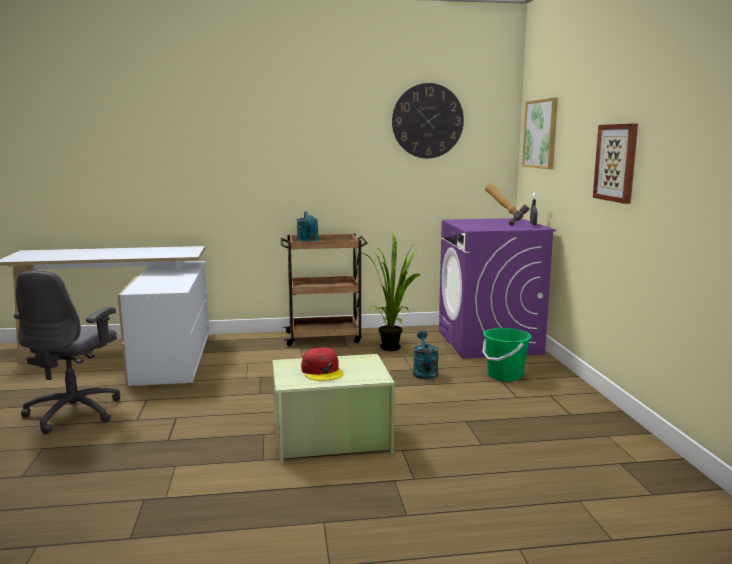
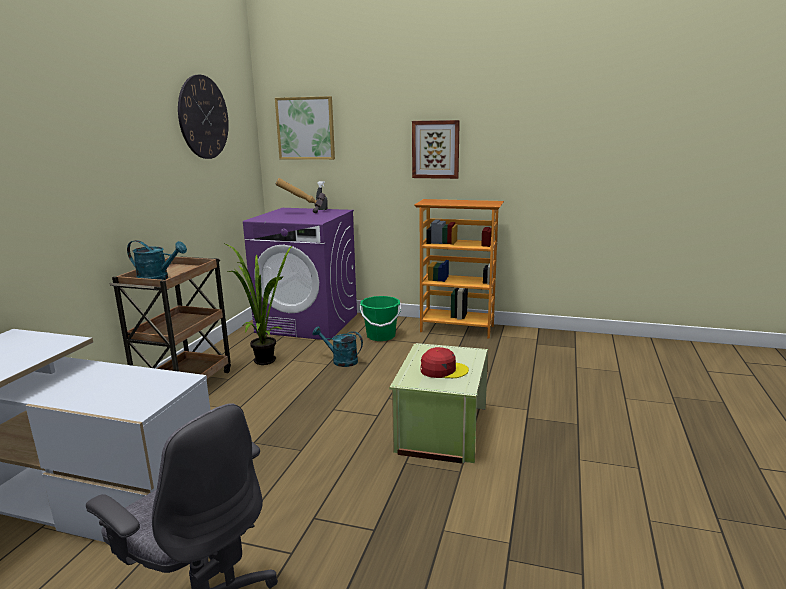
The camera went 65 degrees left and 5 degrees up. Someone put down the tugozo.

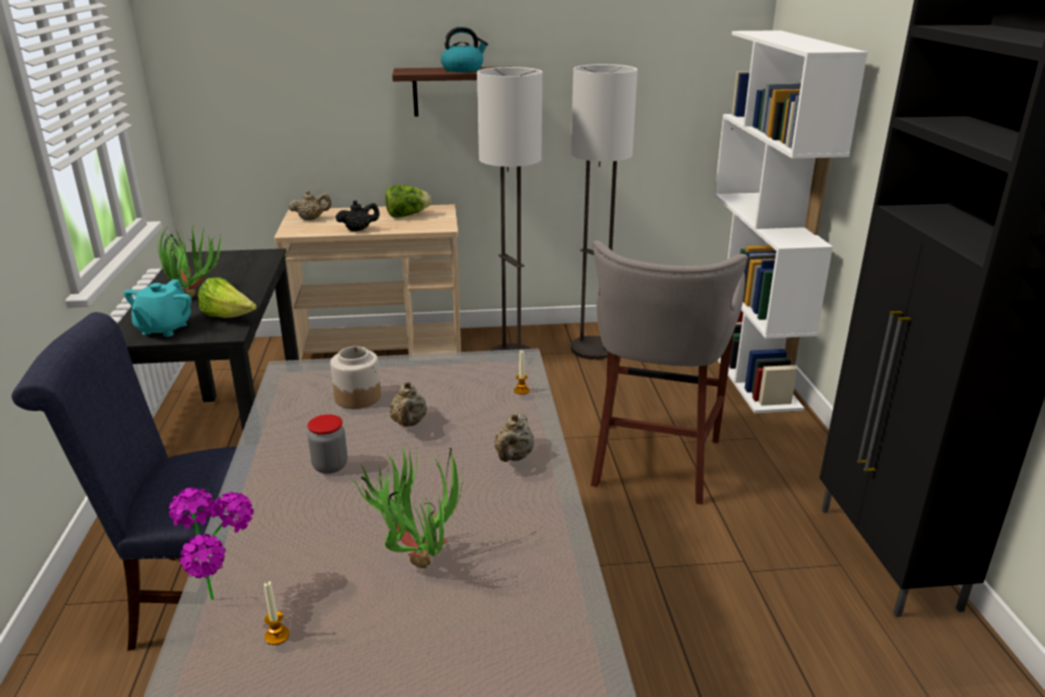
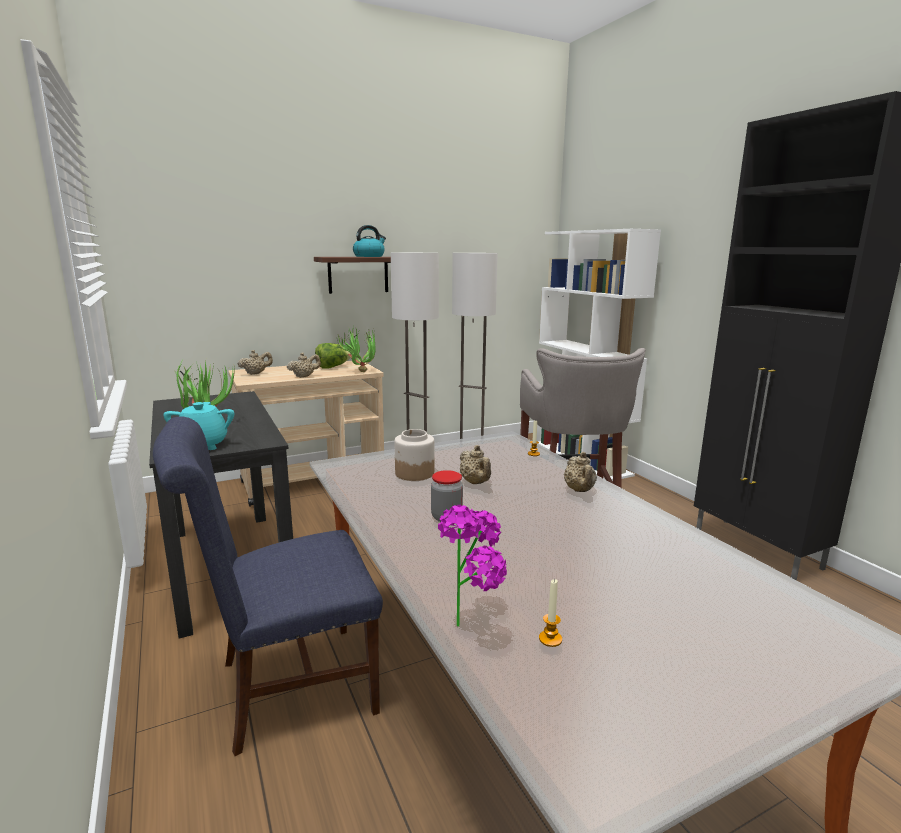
The camera went 20 degrees left and 10 degrees down. Someone took away the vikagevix (1st from left). Someone repainted the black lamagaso, which became the beige lamagaso (2nd from left). Someone carried the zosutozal (3rd from left in the first image).

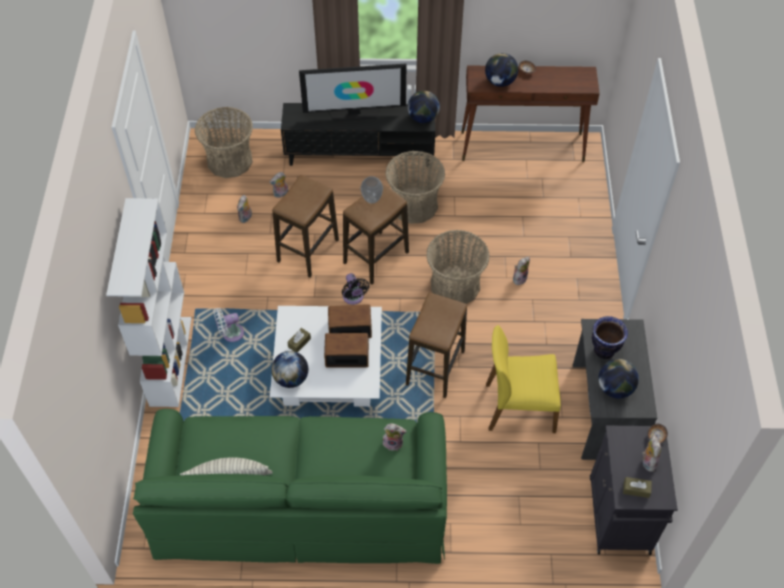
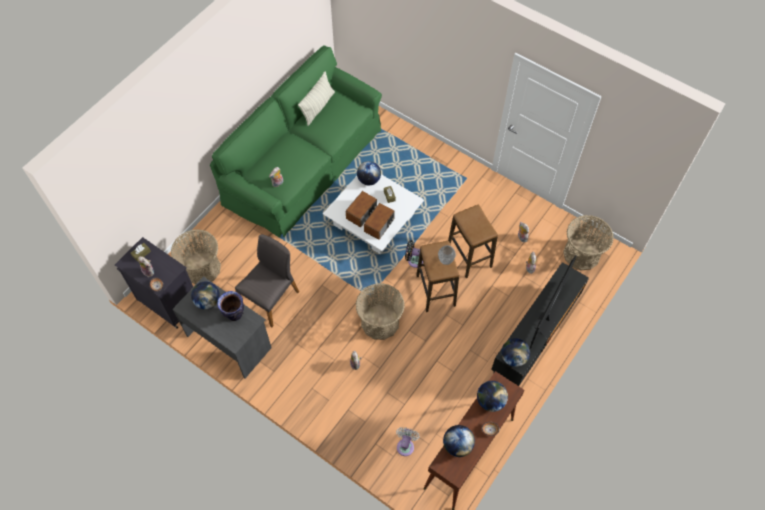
The camera went 125 degrees right and 5 degrees up. Someone took away the white tugozo. Someone carried the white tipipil. Someone carried the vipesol (2nd from left in the first image). Someone took away the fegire (3rd from left). Someone repainted the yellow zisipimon, which became the grey zisipimon. Someone put down the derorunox (3rd from left).

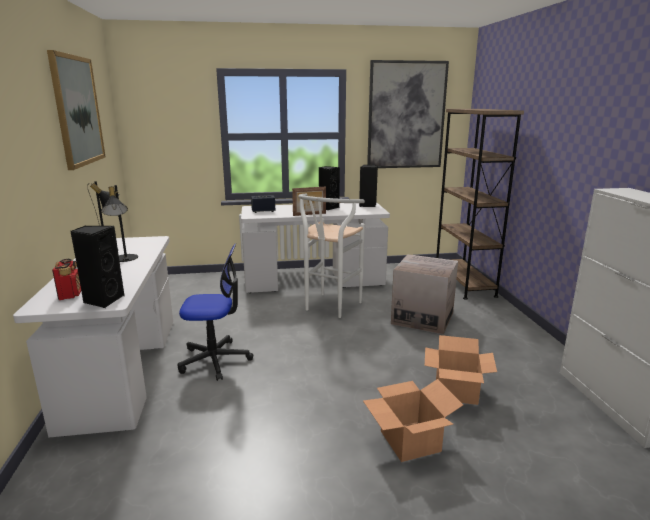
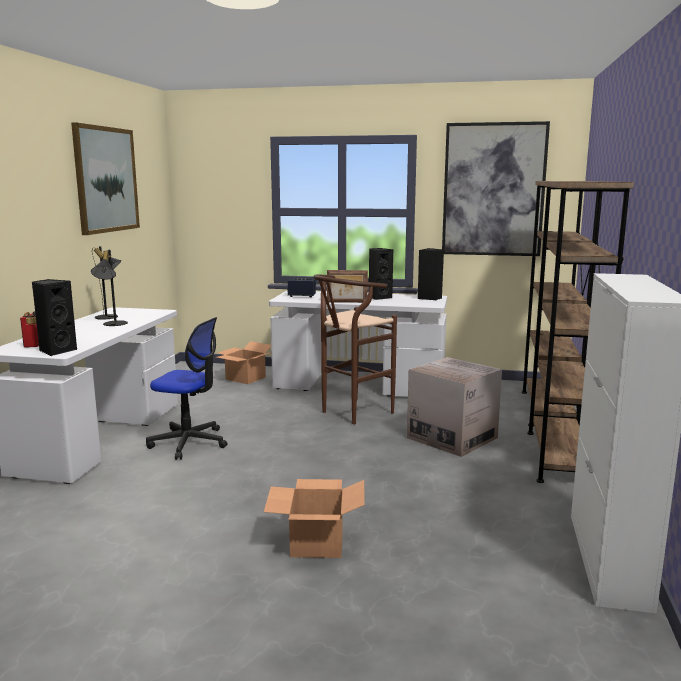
The camera went 20 degrees right and 5 degrees down. Someone repainted the white fegire, which became the brown fegire. Someone carried the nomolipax (3rd from left in the first image). Someone put down the brown tugozo (2nd from left).

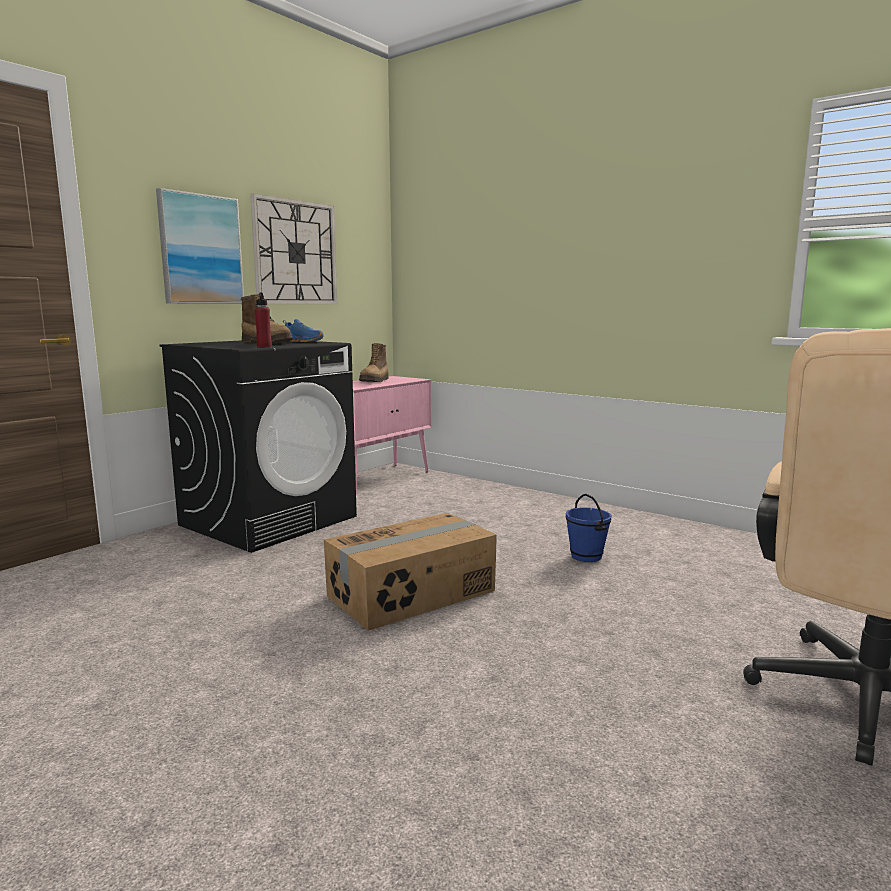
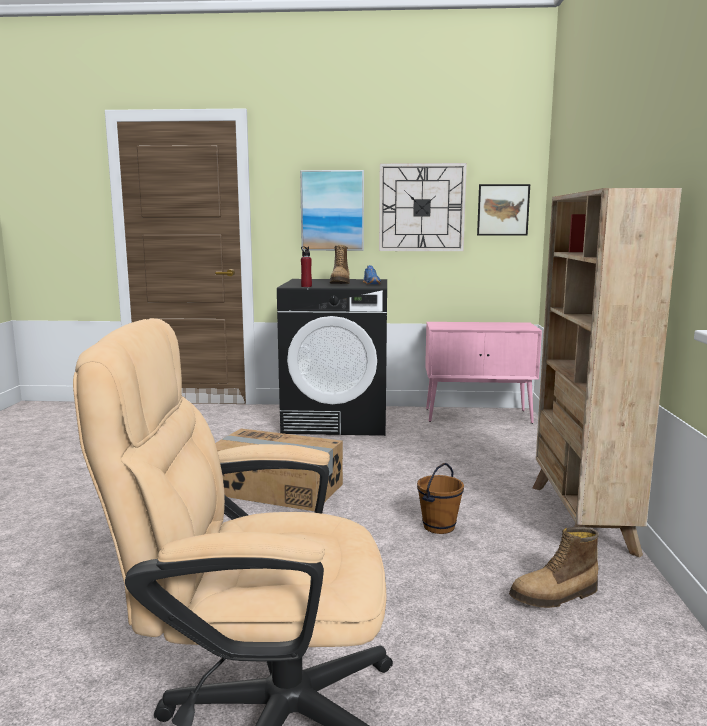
The camera went 55 degrees right and 0 degrees up. Someone carried the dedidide (2nd from left). Someone repainted the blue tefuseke, which became the brown tefuseke. Someone put up the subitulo (2nd from left). Someone put down the beige tugozo.

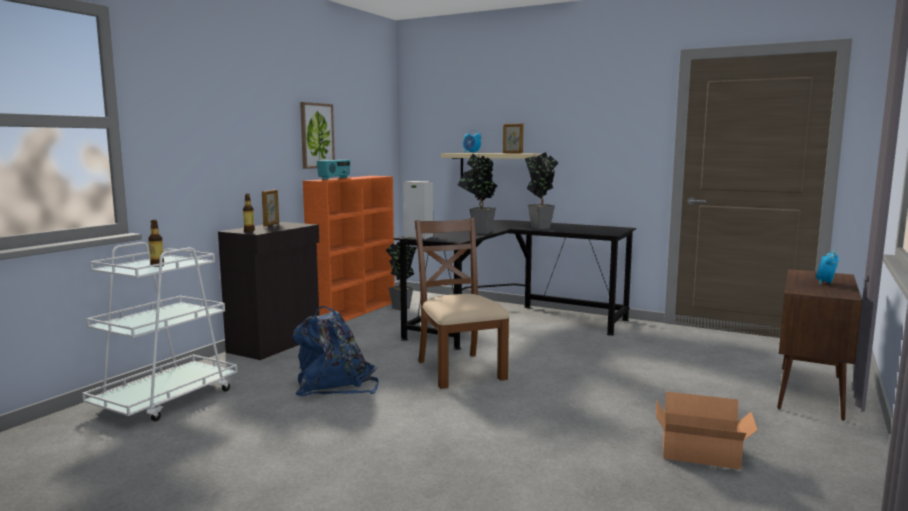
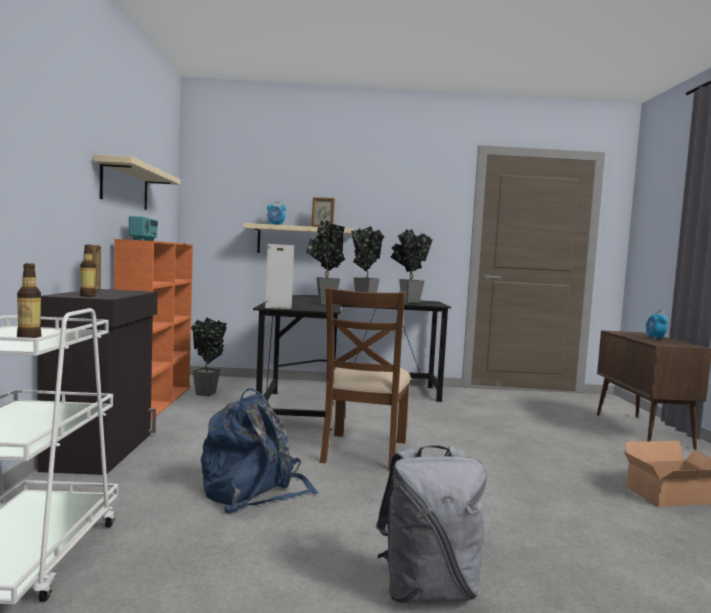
The camera went 30 degrees left and 5 degrees down. Someone swapped the subitulo for the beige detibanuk (1st from left). Someone rotated the brown zisipimon by 120 degrees counterclockwise. Someone put down the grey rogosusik. Someone put down the zosutozal (4th from left).

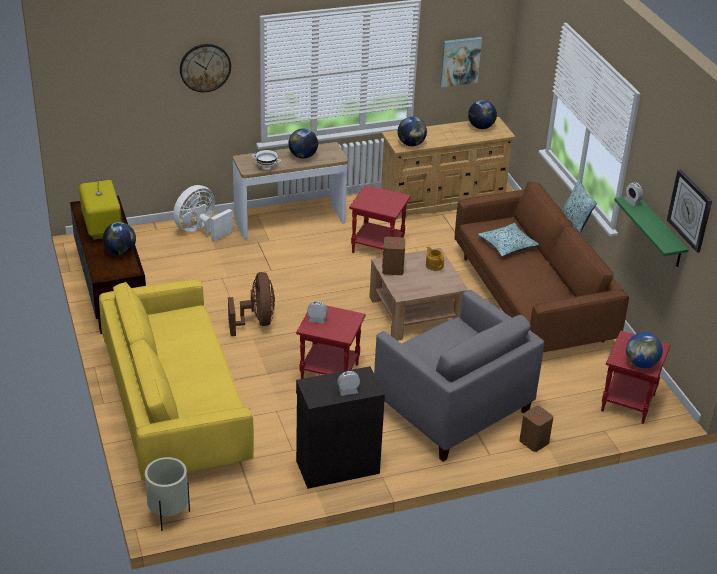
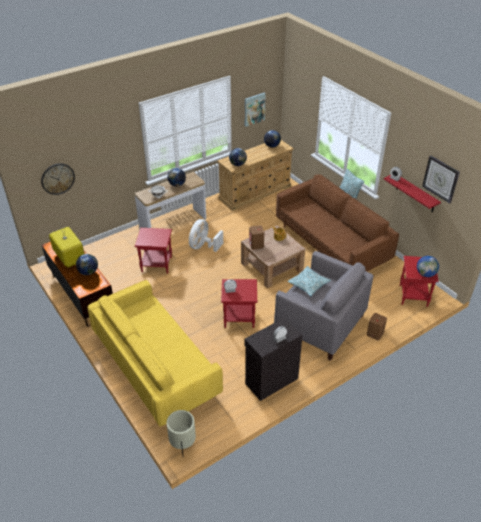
The camera went 15 degrees left and 5 degrees up. Someone carried the white tipipil. Someone carried the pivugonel (1st from left). Someone took away the brown tipipil. Someone carried the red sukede (2nd from left in the first image). Someone carried the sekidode (1st from left). Someone repainted the green detibanuk, which became the red detibanuk.

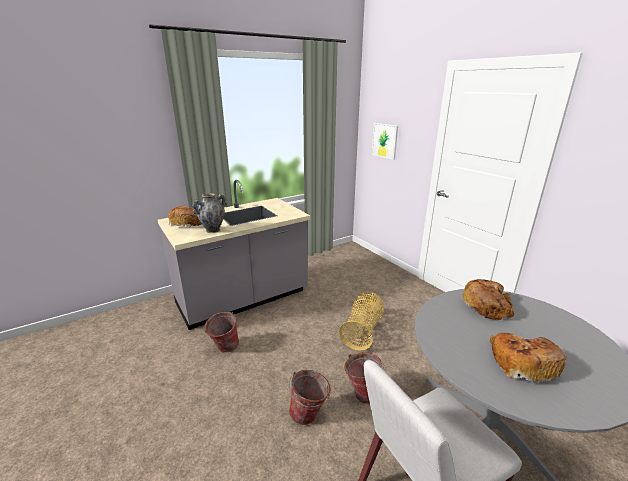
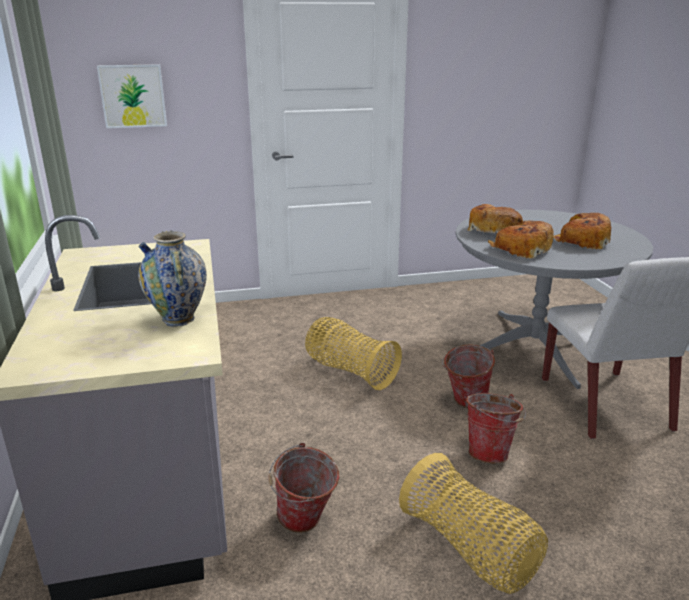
The camera went 70 degrees left and 0 degrees up. Someone carried the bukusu (1st from left in the first image). Someone put down the vipesol (2nd from left).

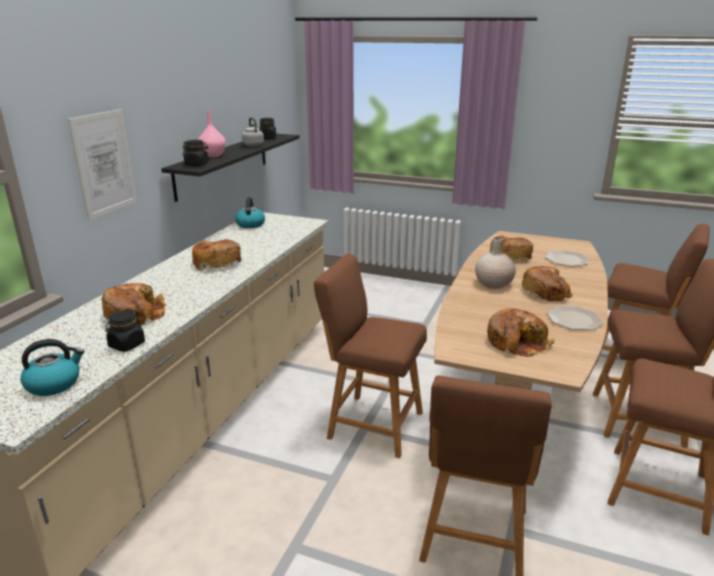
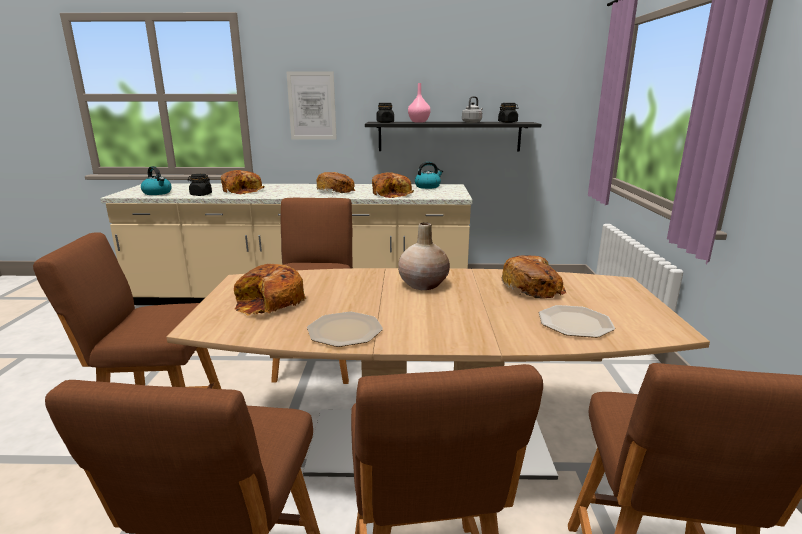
The camera went 70 degrees right and 5 degrees down. Someone carried the bukusu (5th from left in the first image).

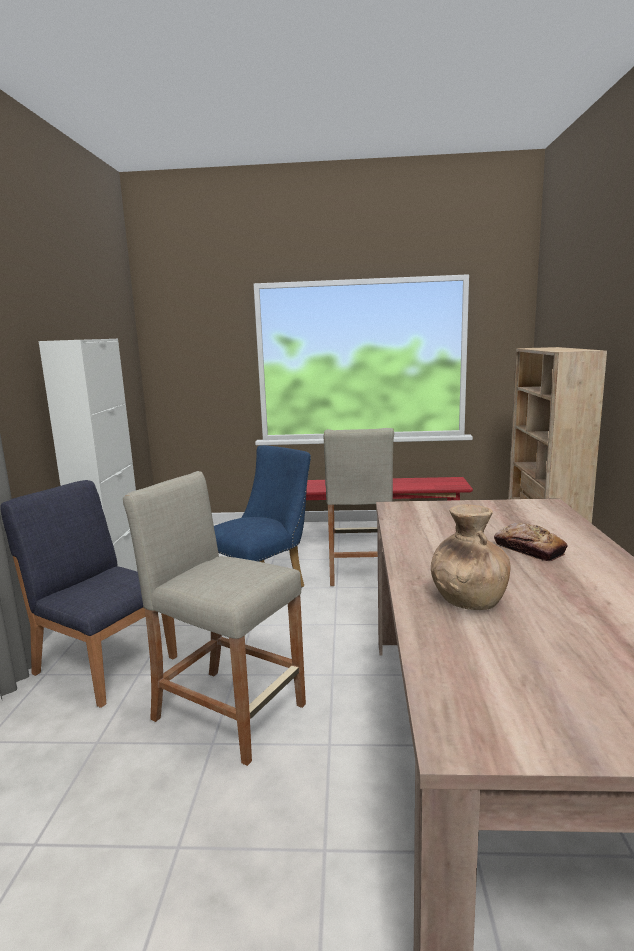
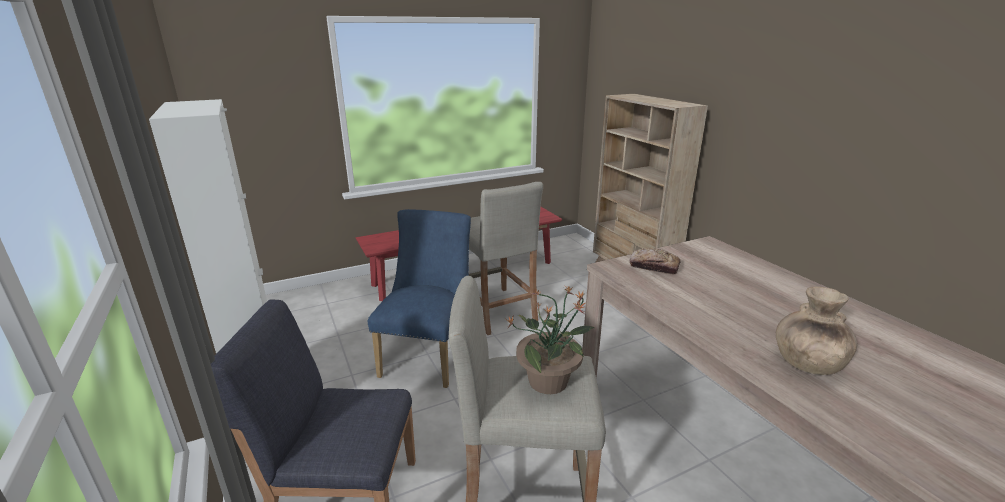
The camera went 30 degrees left and 10 degrees up. Someone carried the bukusu. Someone put down the zosutozal.

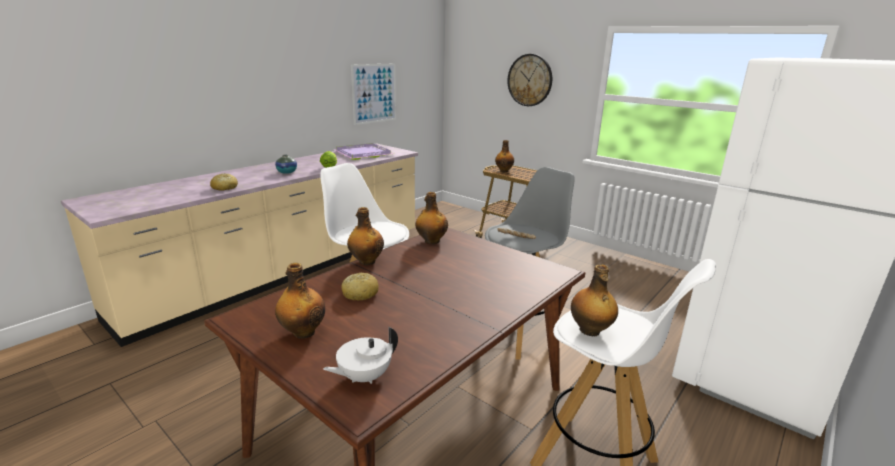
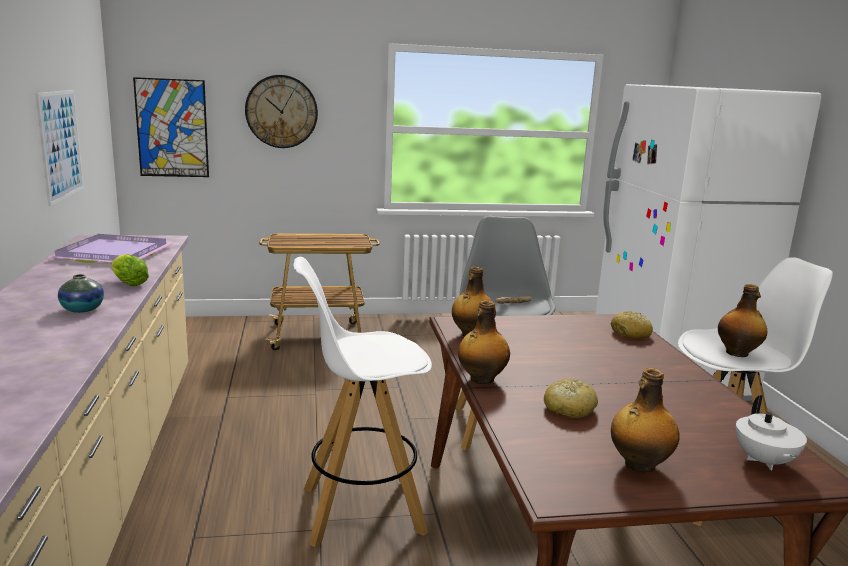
The camera went 50 degrees left and 5 degrees down. Someone carried the bukusu (1st from left in the first image). Someone took away the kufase (4th from left). Someone put up the subitulo (2nd from left).

